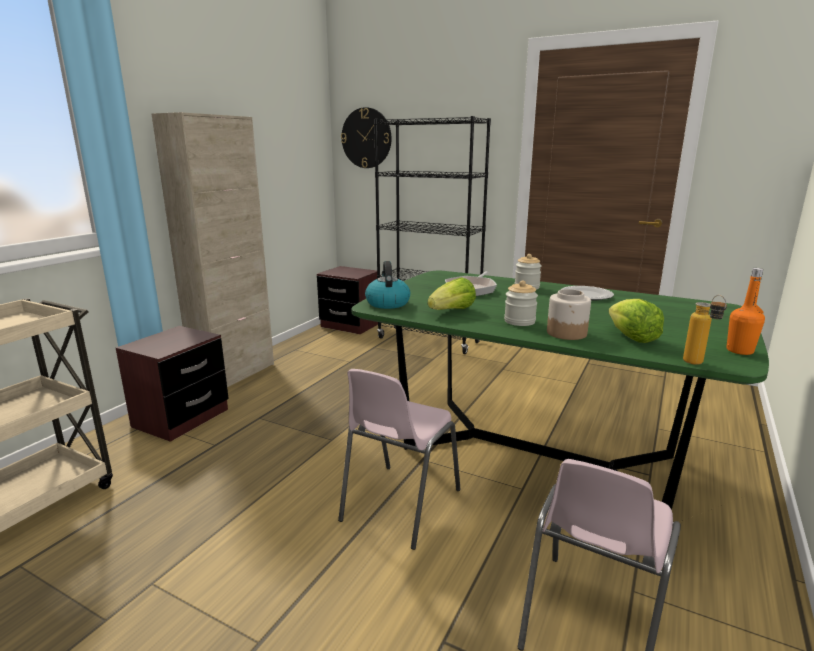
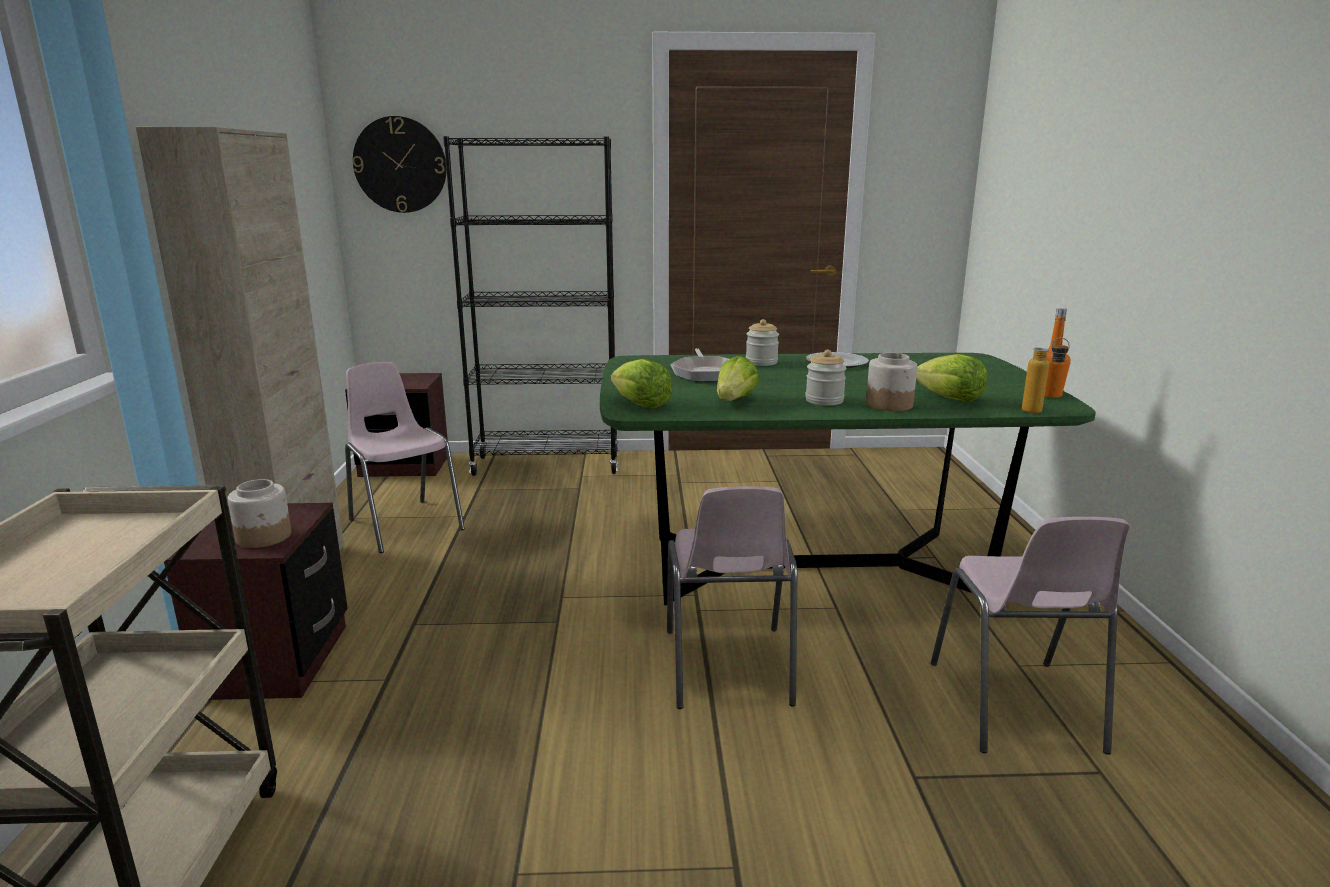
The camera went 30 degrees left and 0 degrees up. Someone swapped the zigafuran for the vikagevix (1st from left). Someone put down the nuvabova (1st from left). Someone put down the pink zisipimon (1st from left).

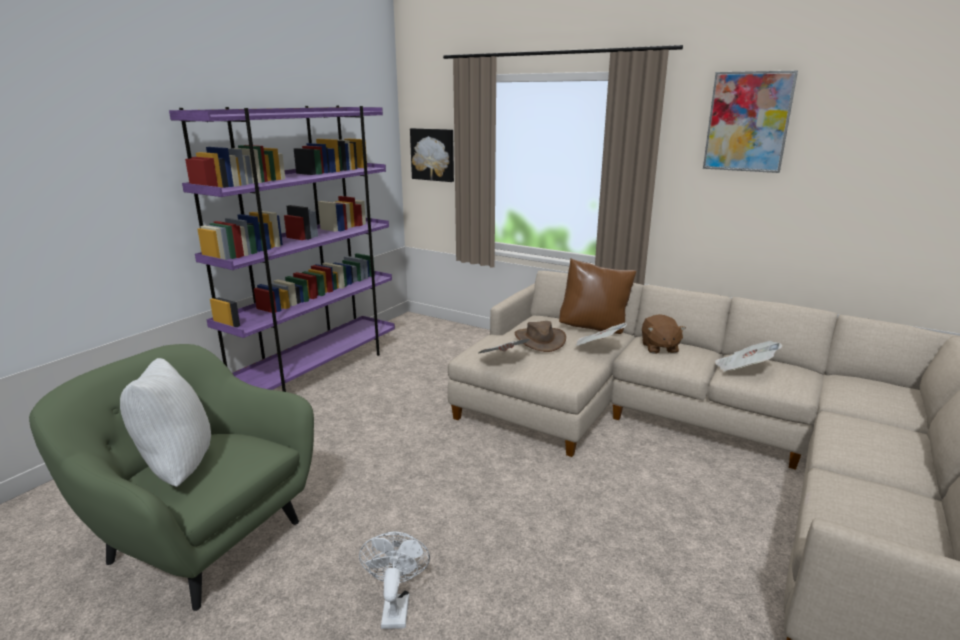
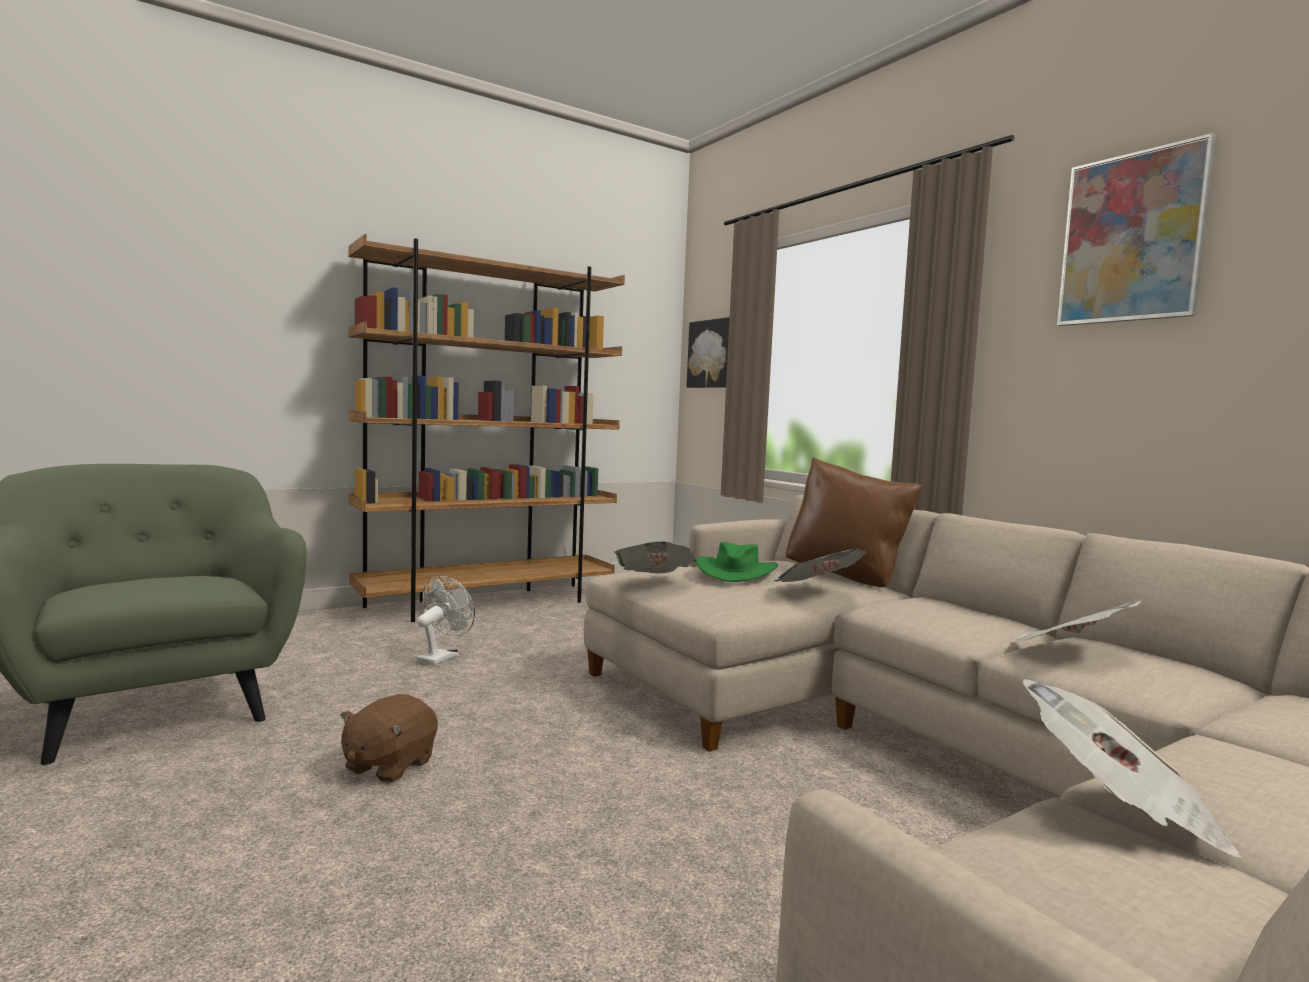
The camera went 25 degrees right and 15 degrees down. Someone took away the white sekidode. Someone repainted the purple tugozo, which became the brown tugozo. Someone carried the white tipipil. Someone repainted the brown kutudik, which became the green kutudik. Someone carried the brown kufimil. Someone put down the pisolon (4th from left).

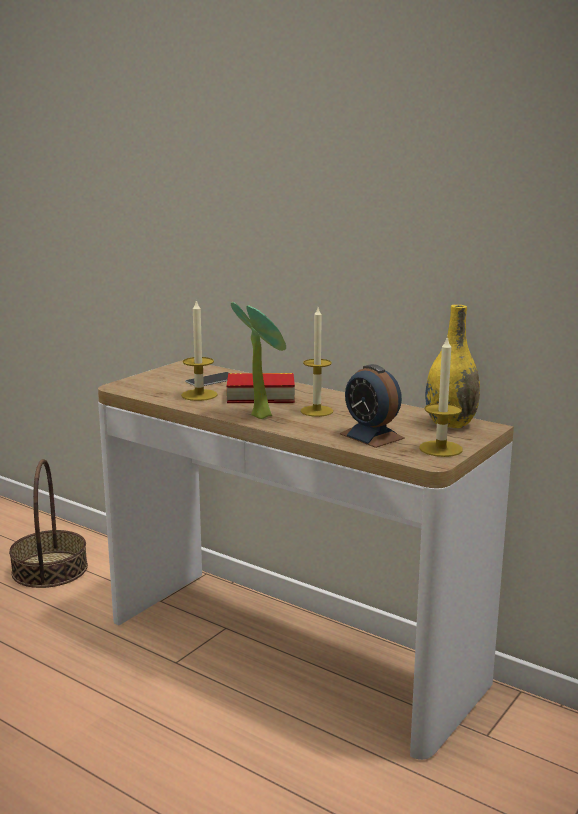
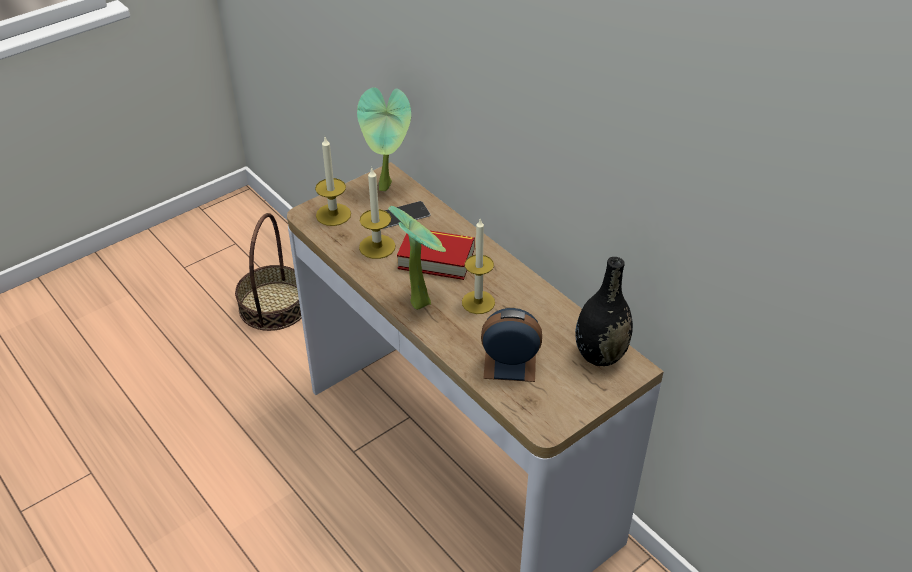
The camera went 15 degrees right and 25 degrees up. Someone rotated the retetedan by 120 degrees clockwise. Someone carried the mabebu (3rd from left in the first image). Someone repainted the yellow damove, which became the black damove. Someone put down the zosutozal (1st from left).

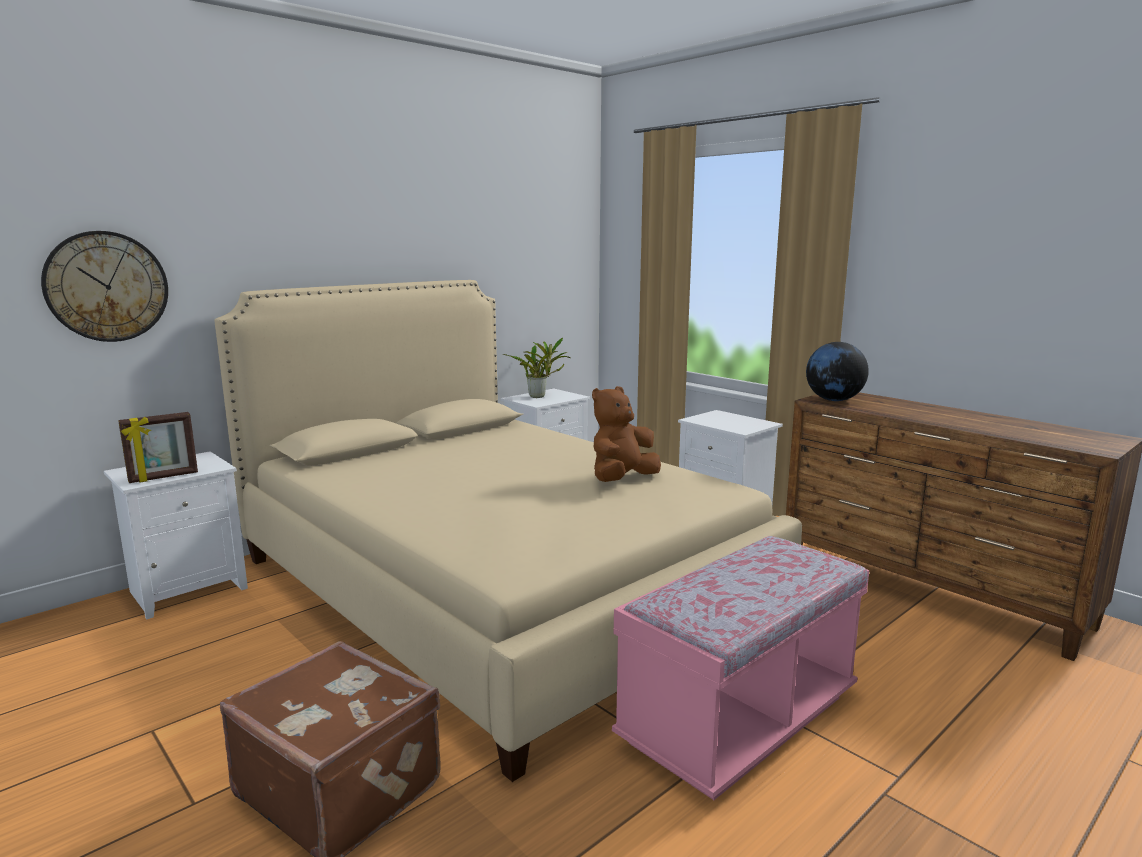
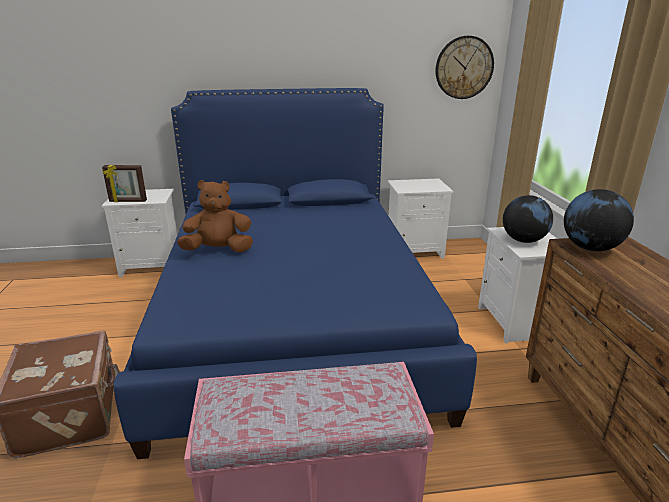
The camera went 35 degrees right and 10 degrees up. Someone carried the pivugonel. Someone repainted the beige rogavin, which became the blue rogavin. Someone took away the zosutozal. Someone carried the brown kufimil. Someone put down the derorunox (1st from left).

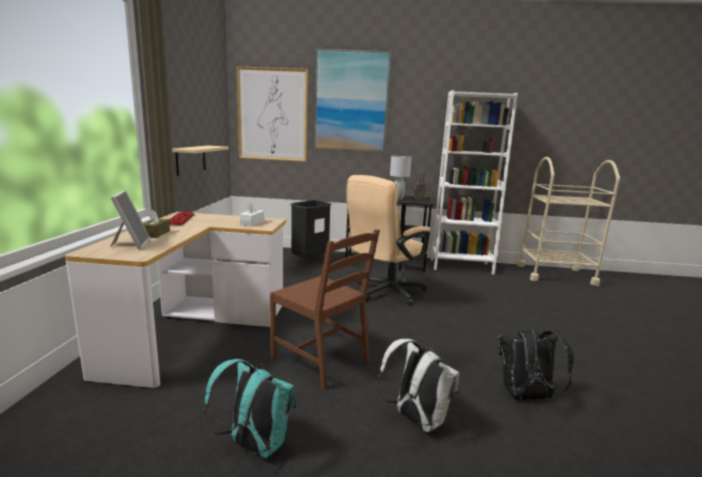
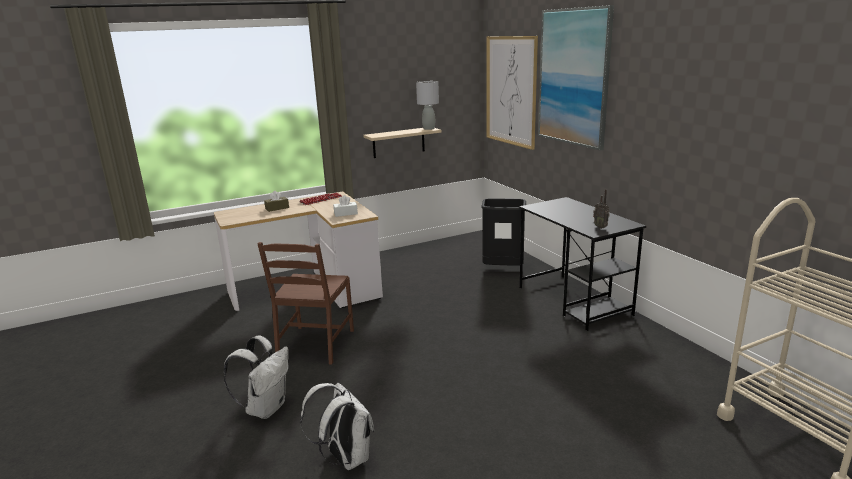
The camera went 60 degrees right and 5 degrees up. Someone took away the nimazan. Someone took away the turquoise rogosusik. Someone took away the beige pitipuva. Someone carried the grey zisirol. Someone took away the white tugozo. Someone repainted the black rogosusik, which became the white rogosusik (2nd from left).

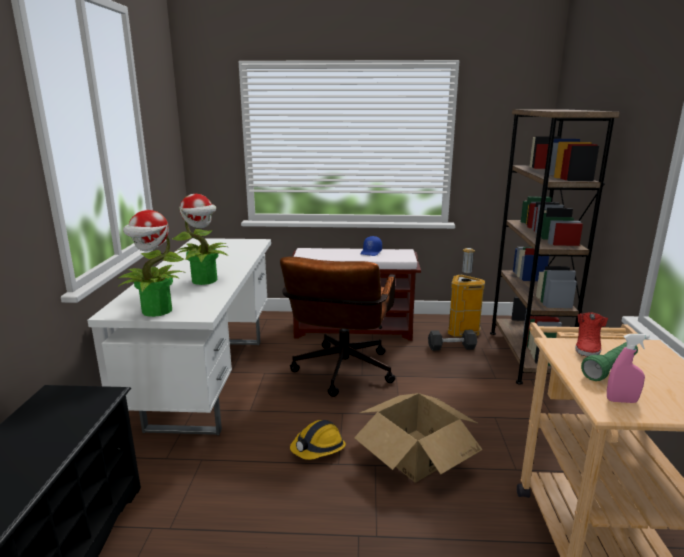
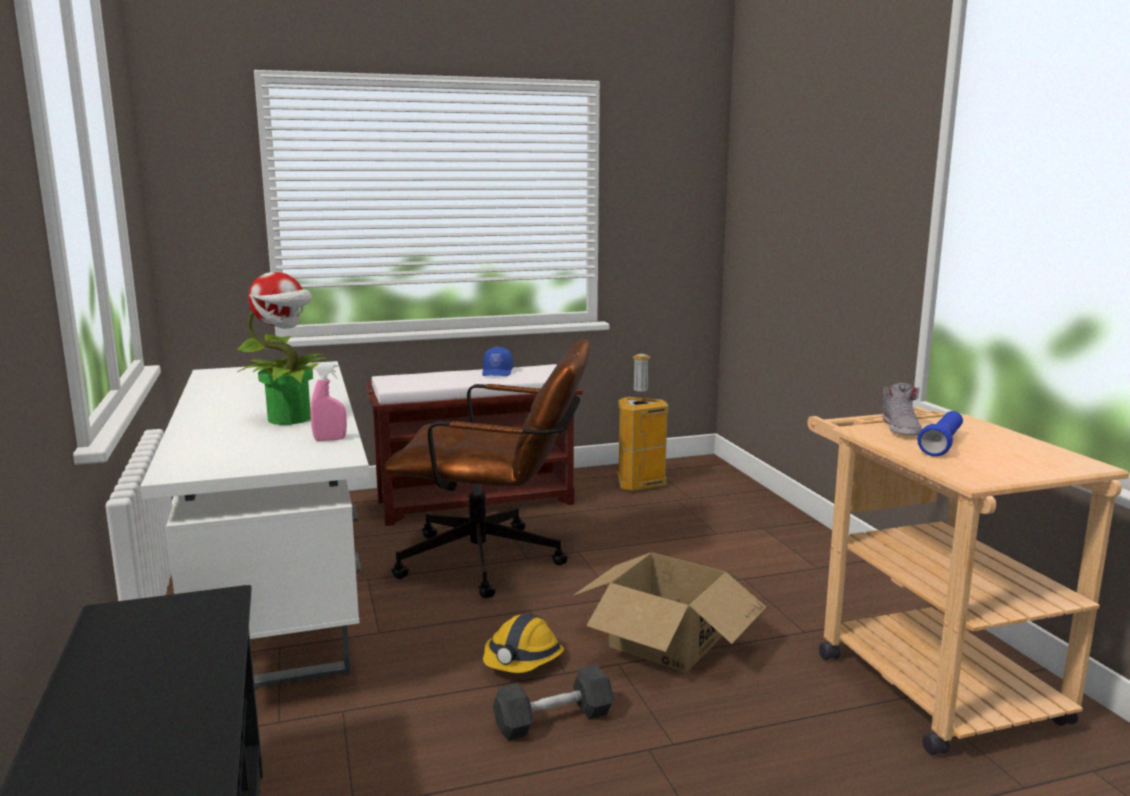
The camera went 20 degrees left and 5 degrees down. Someone took away the zosutozal (1st from left). Someone rotated the brown pitipuva by 75 degrees counterclockwise. Someone carried the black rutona. Someone took away the brown tugozo. Someone repainted the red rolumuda, which became the grey rolumuda. Someone repainted the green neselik, which became the blue neselik. Someone carried the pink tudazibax.

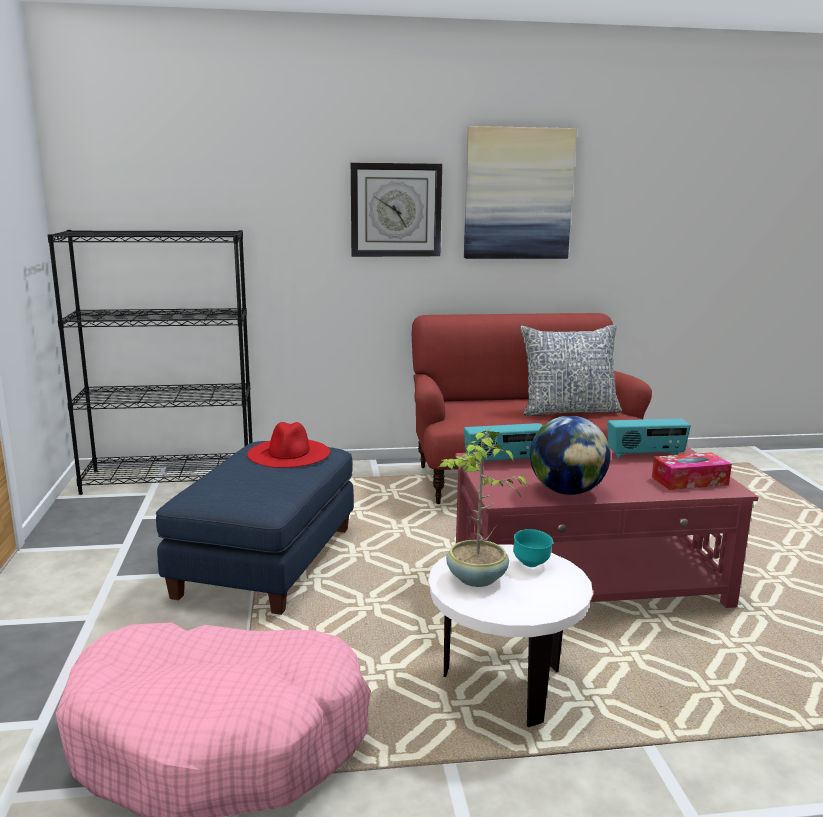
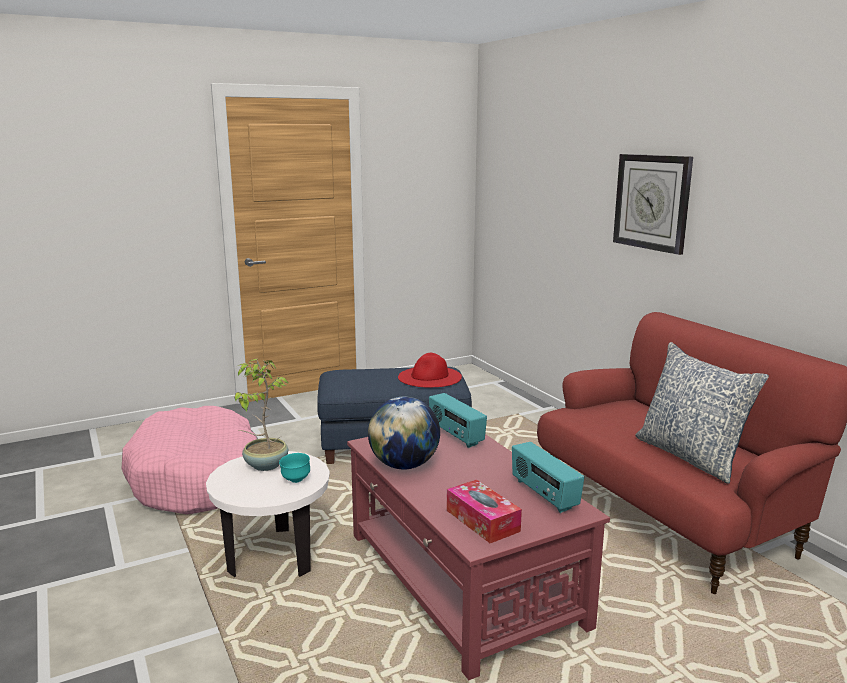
The camera went 70 degrees right and 0 degrees up. Someone took away the black tugozo. Someone took away the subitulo.

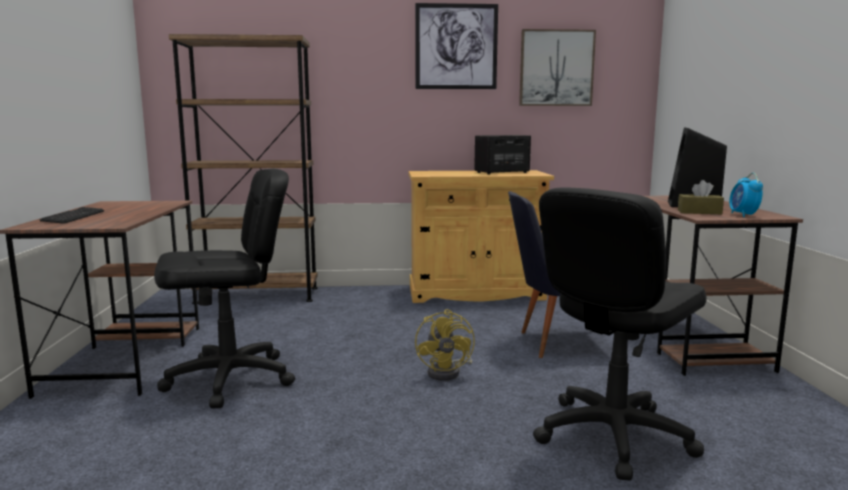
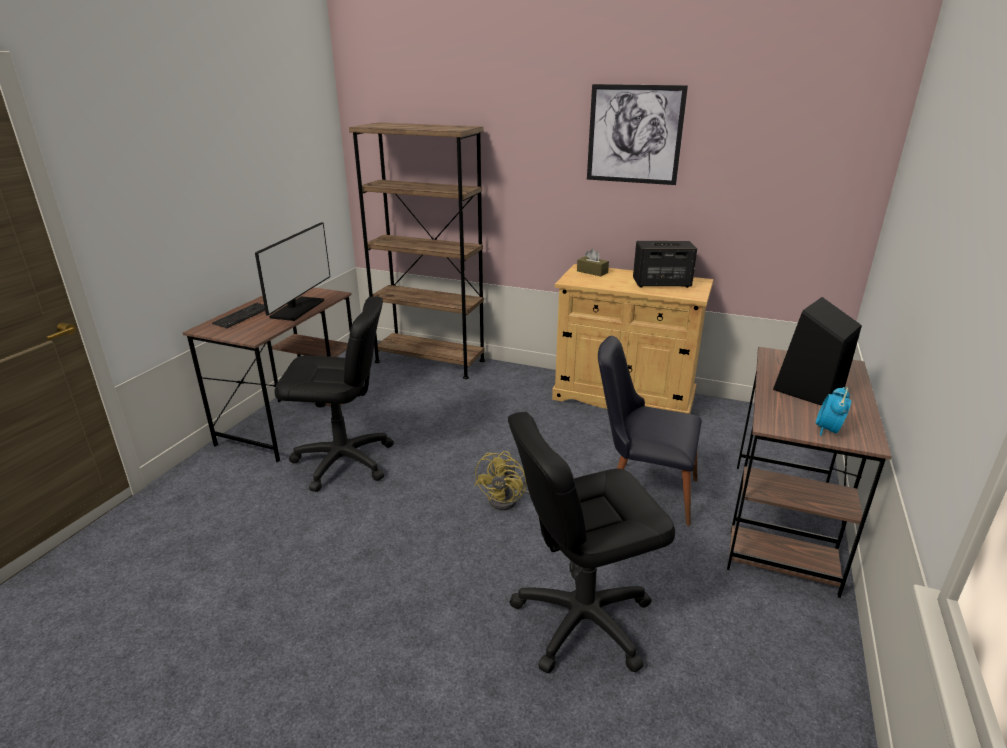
The camera went 25 degrees right and 15 degrees up. Someone took away the subitulo (2nd from left). Someone carried the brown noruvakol. Someone put down the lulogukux.

